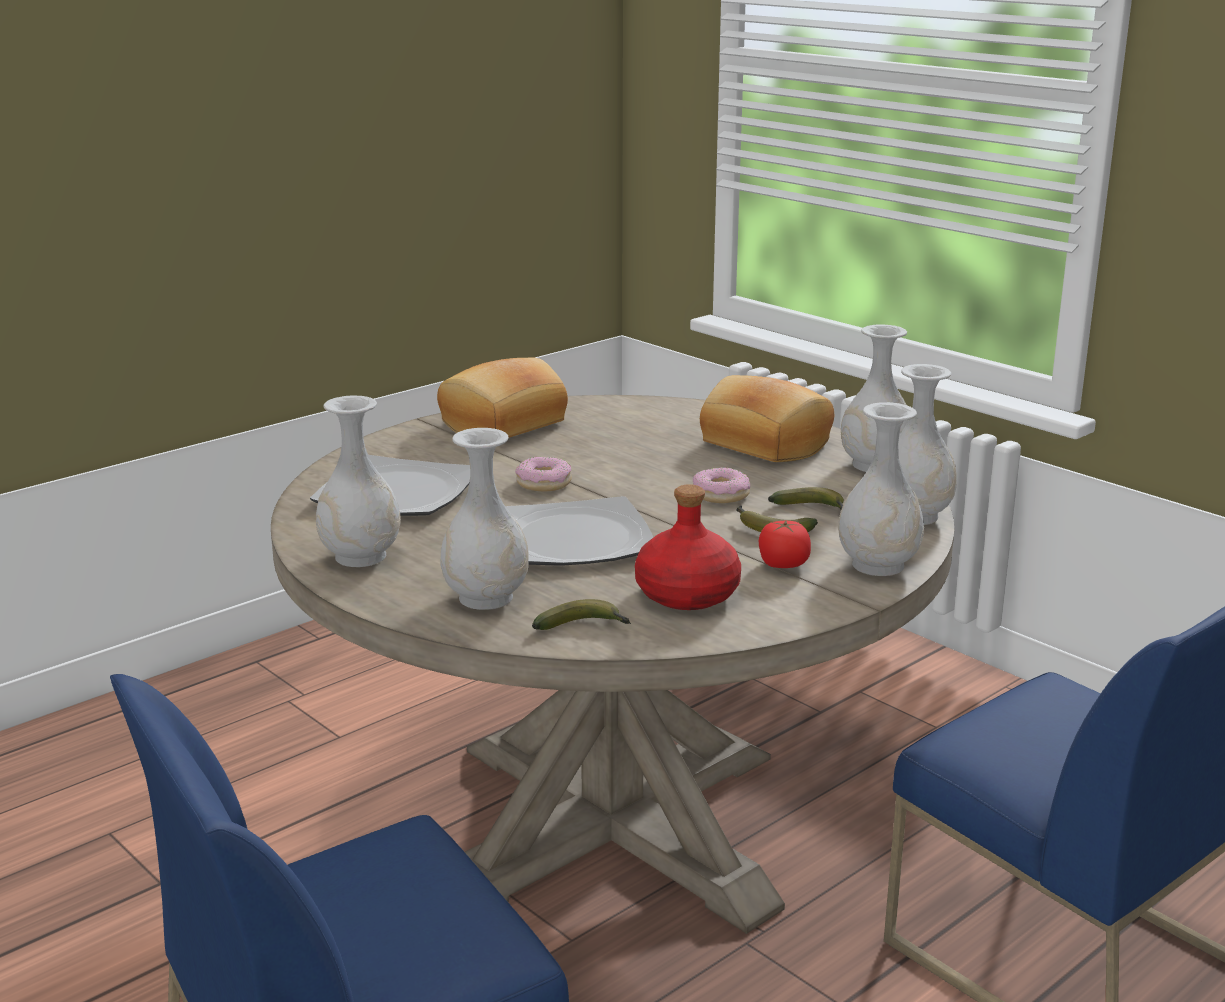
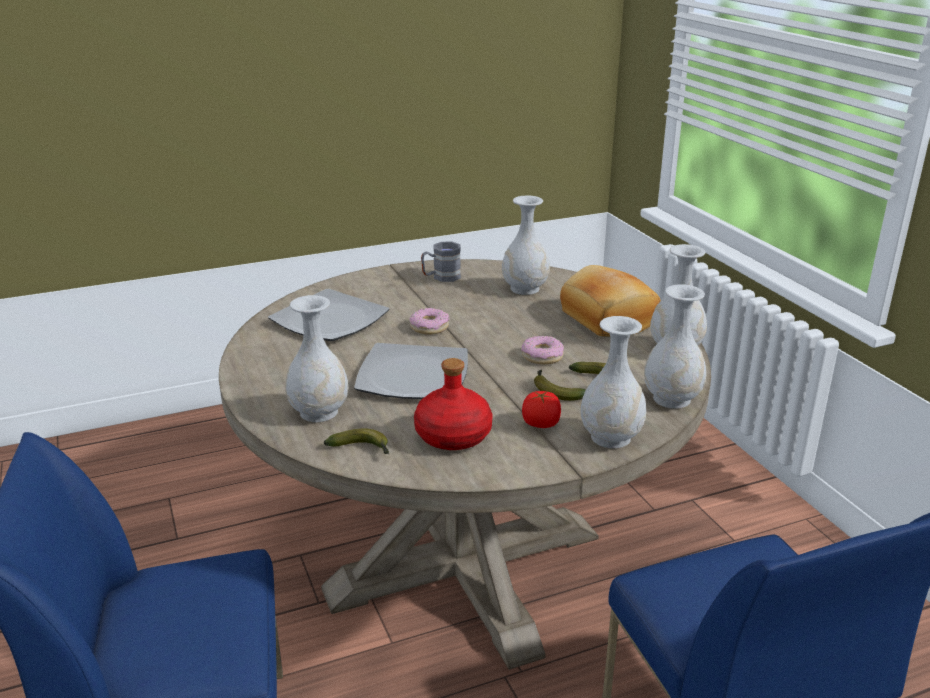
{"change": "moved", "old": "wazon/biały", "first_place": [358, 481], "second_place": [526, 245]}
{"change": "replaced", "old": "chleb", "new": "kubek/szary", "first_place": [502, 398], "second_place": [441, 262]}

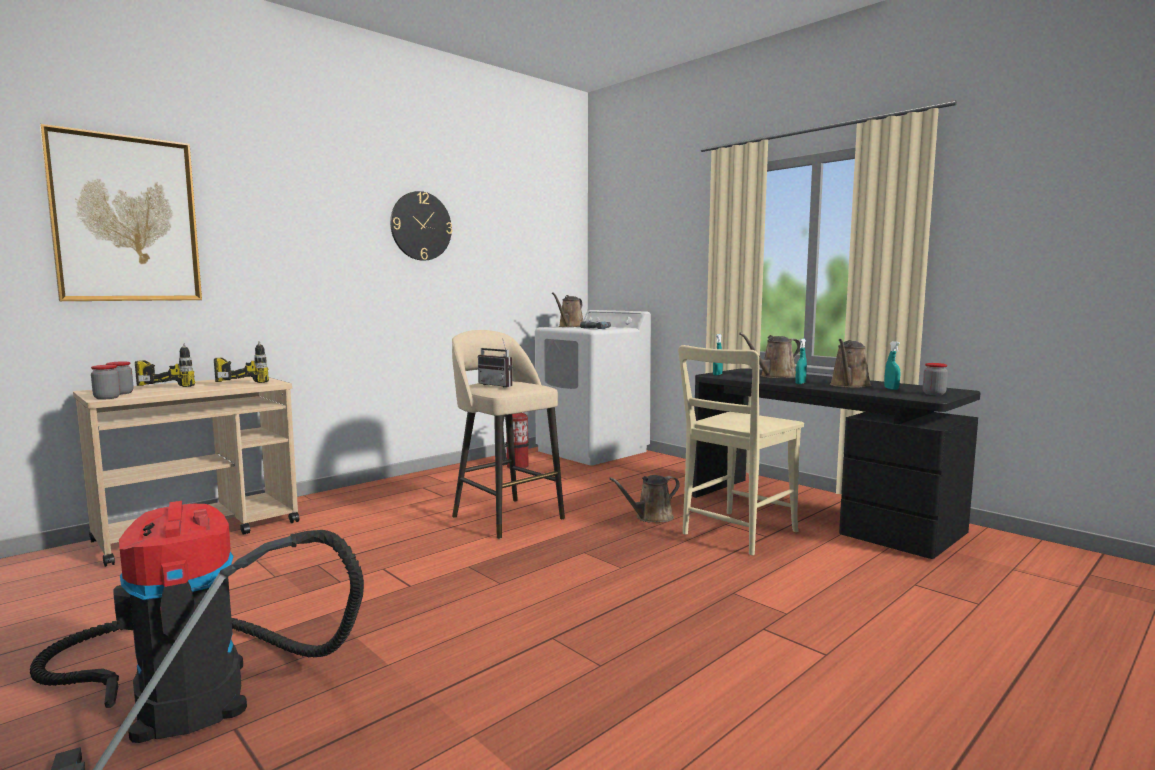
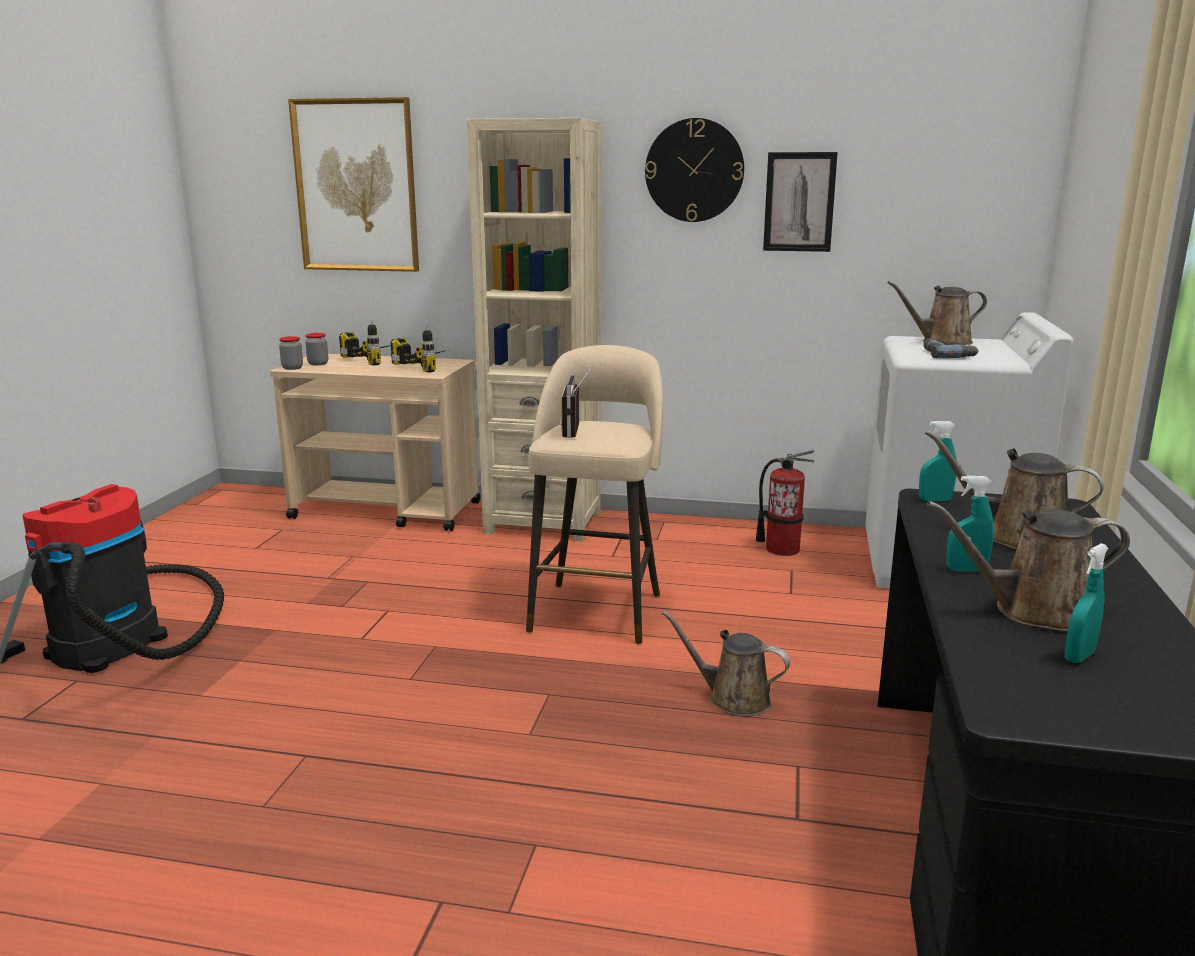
{"change": "removed", "old": "krzesło/beżowy", "first_place": [741, 450]}
{"change": "removed", "old": "słoik", "first_place": [935, 379]}
{"change": "added", "new": "regał/beżowy", "second_place": [534, 330]}
{"change": "added", "new": "obraz", "second_place": [800, 202]}

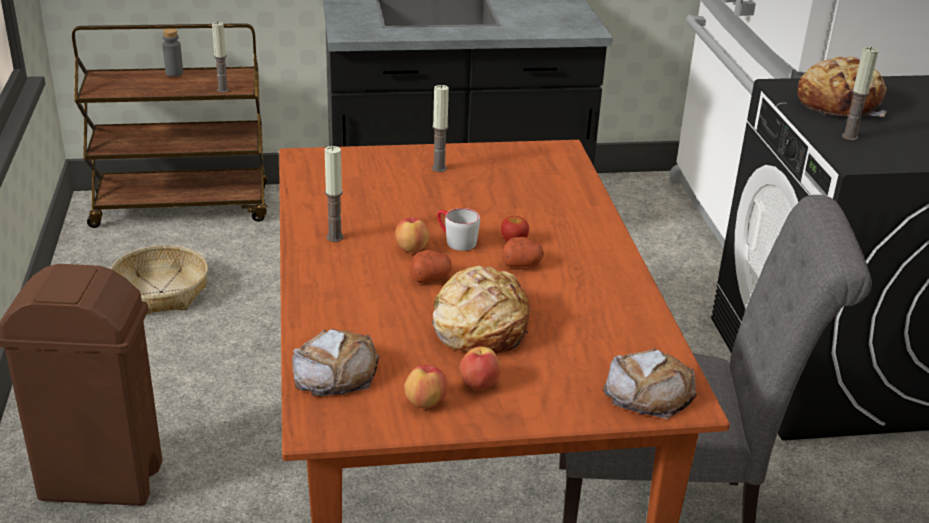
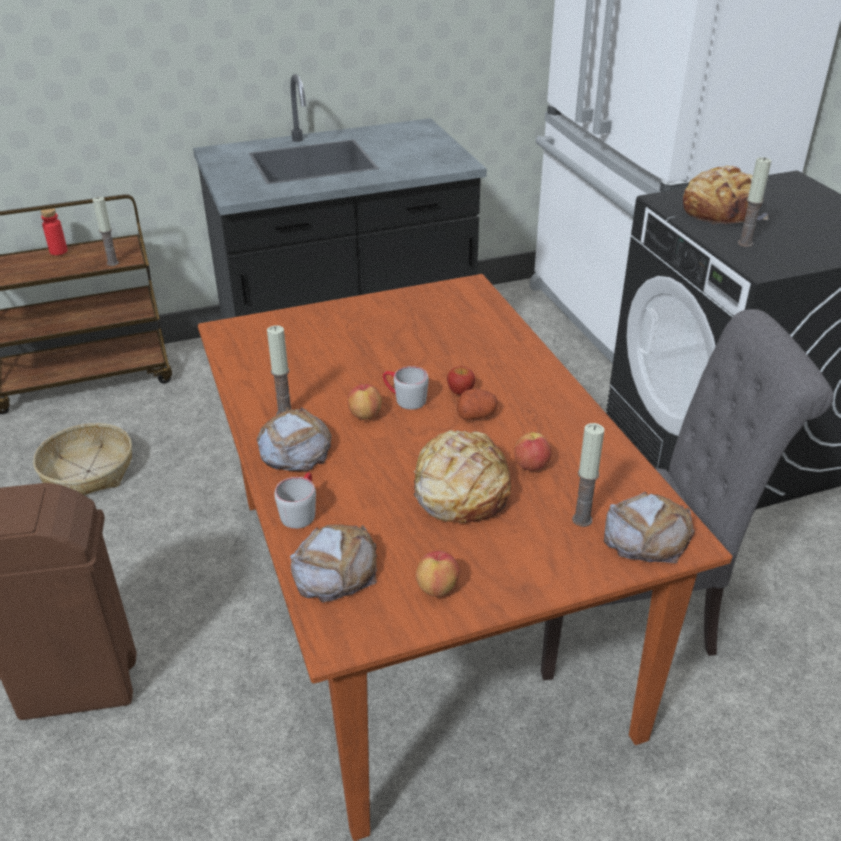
{"change": "recoloured", "old": "butelka/szary", "new": "butelka/czerwony", "first_place": [172, 52], "second_place": [54, 231]}
{"change": "removed", "old": "ziemniak", "first_place": [430, 266]}
{"change": "moved", "old": "świeca", "first_place": [440, 128], "second_place": [588, 475]}
{"change": "moved", "old": "jabłko", "first_place": [480, 367], "second_place": [533, 451]}
{"change": "added", "new": "chleb", "second_place": [294, 439]}
{"change": "added", "new": "kubek/szary", "second_place": [295, 500]}

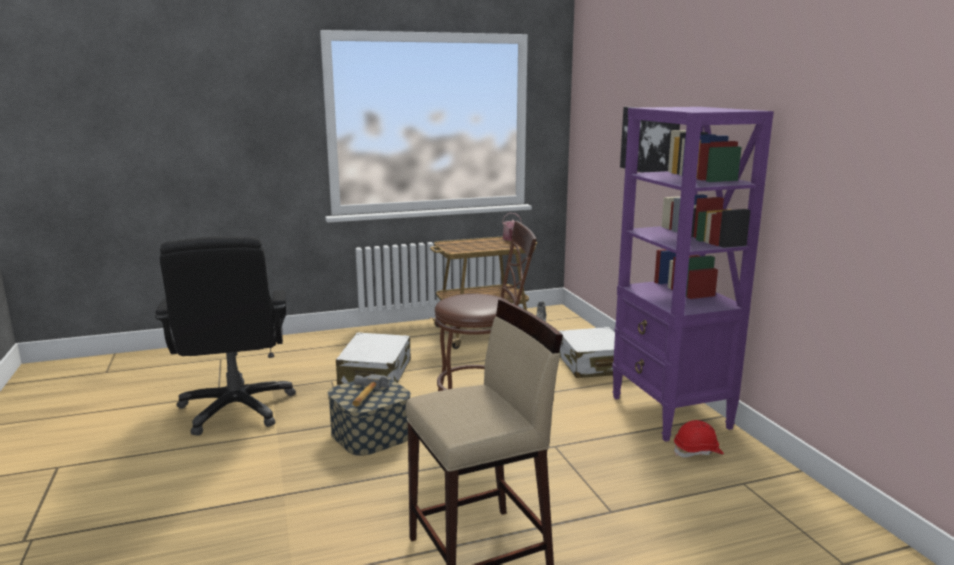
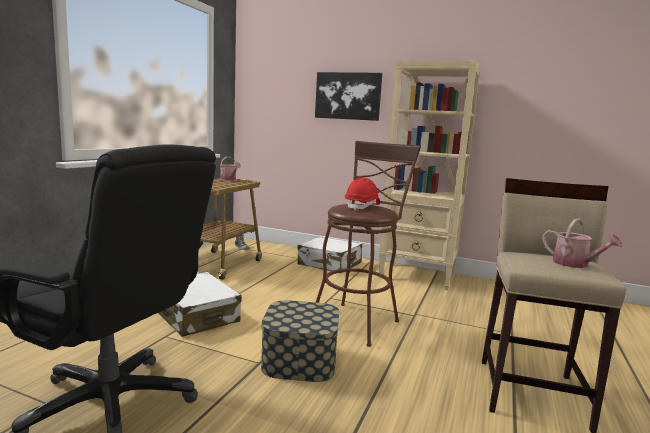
{"change": "removed", "old": "młotek", "first_place": [370, 390]}
{"change": "recoloured", "old": "regał/fioletowy", "new": "regał/beżowy", "first_place": [693, 274], "second_place": [429, 175]}
{"change": "moved", "old": "kask/czerwony", "first_place": [699, 439], "second_place": [362, 194]}
{"change": "added", "new": "konewka", "second_place": [582, 243]}

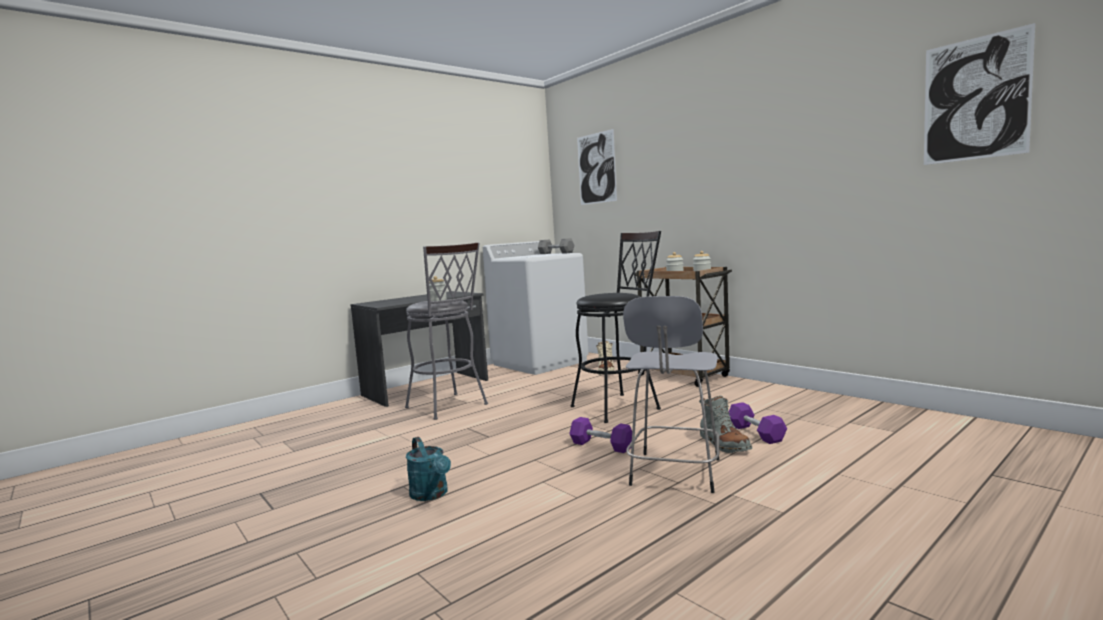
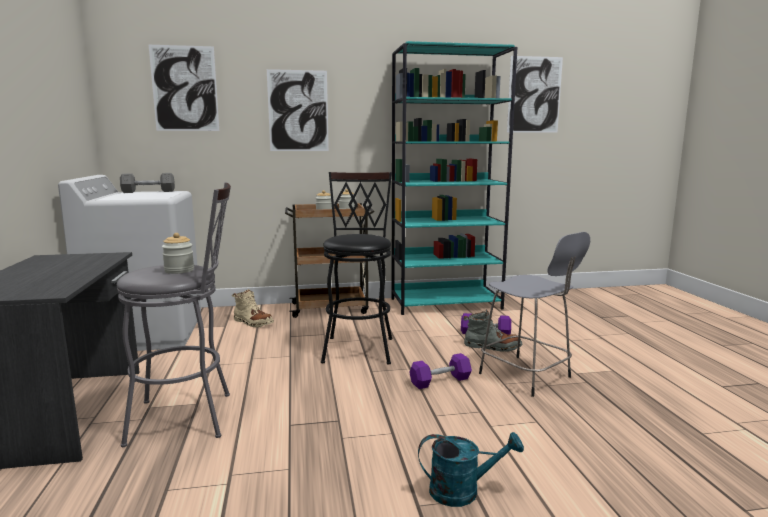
{"change": "added", "new": "obraz", "second_place": [298, 110]}
{"change": "added", "new": "regał/turkusowy", "second_place": [454, 178]}

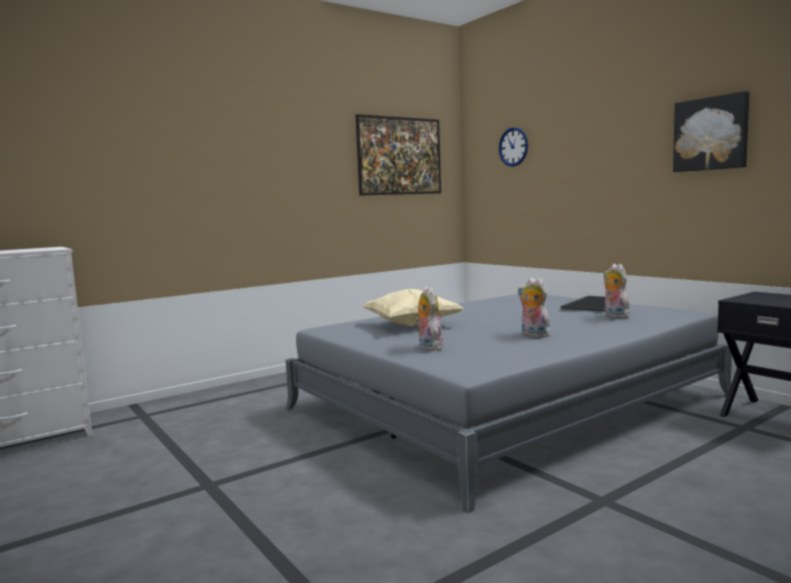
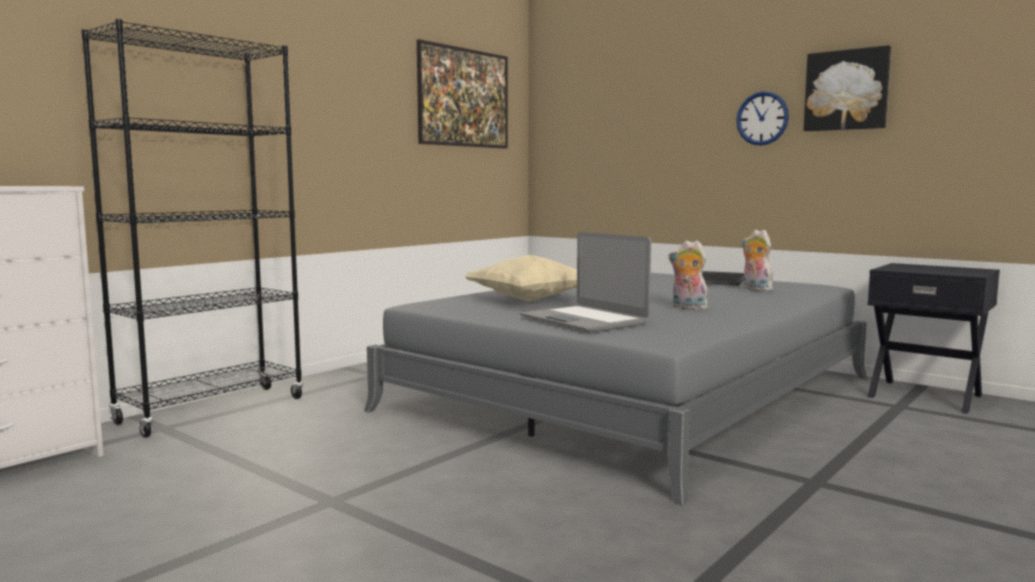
{"change": "replaced", "old": "pluszak", "new": "laptop", "first_place": [429, 318], "second_place": [585, 282]}
{"change": "moved", "old": "zegar ścienny", "first_place": [513, 146], "second_place": [762, 118]}
{"change": "added", "new": "regał/czarny", "second_place": [192, 228]}

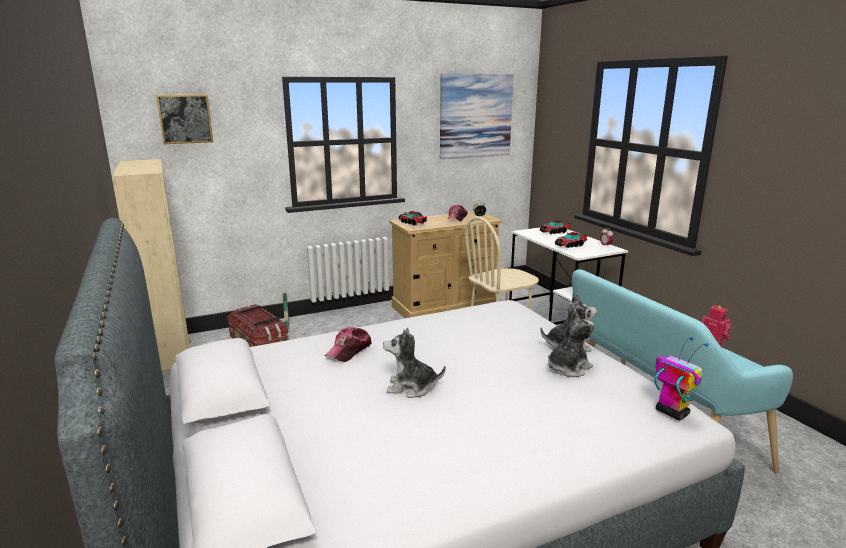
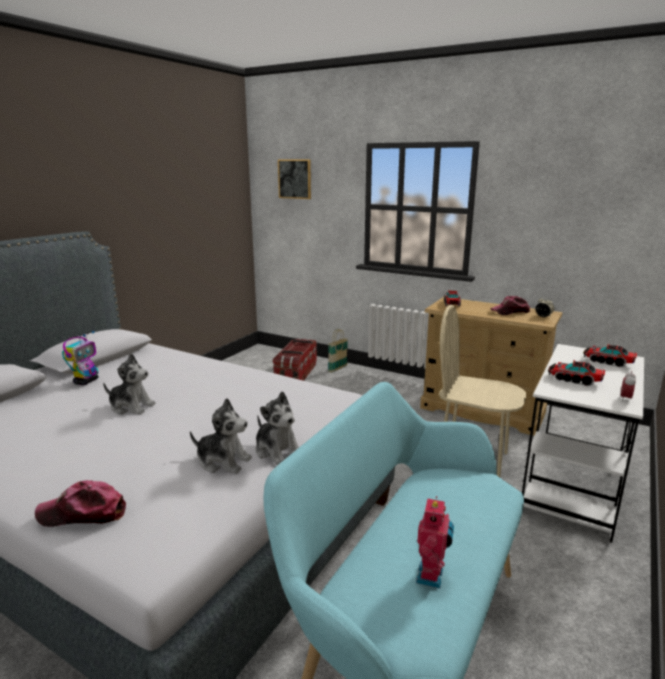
{"change": "removed", "old": "regał/beżowy", "first_place": [151, 265]}
{"change": "moved", "old": "czapka z daszkiem", "first_place": [348, 344], "second_place": [80, 503]}
{"change": "turned", "old": "pluszak", "first_place": [414, 362], "second_place": [129, 384], "degrees": 135}
{"change": "removed", "old": "obraz", "first_place": [477, 116]}
{"change": "moved", "old": "robot zabawkowy", "first_place": [681, 378], "second_place": [80, 358]}

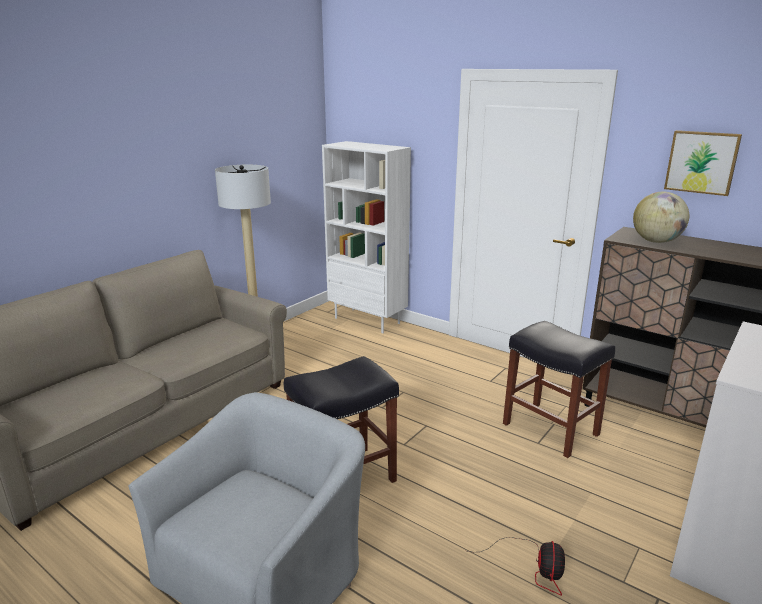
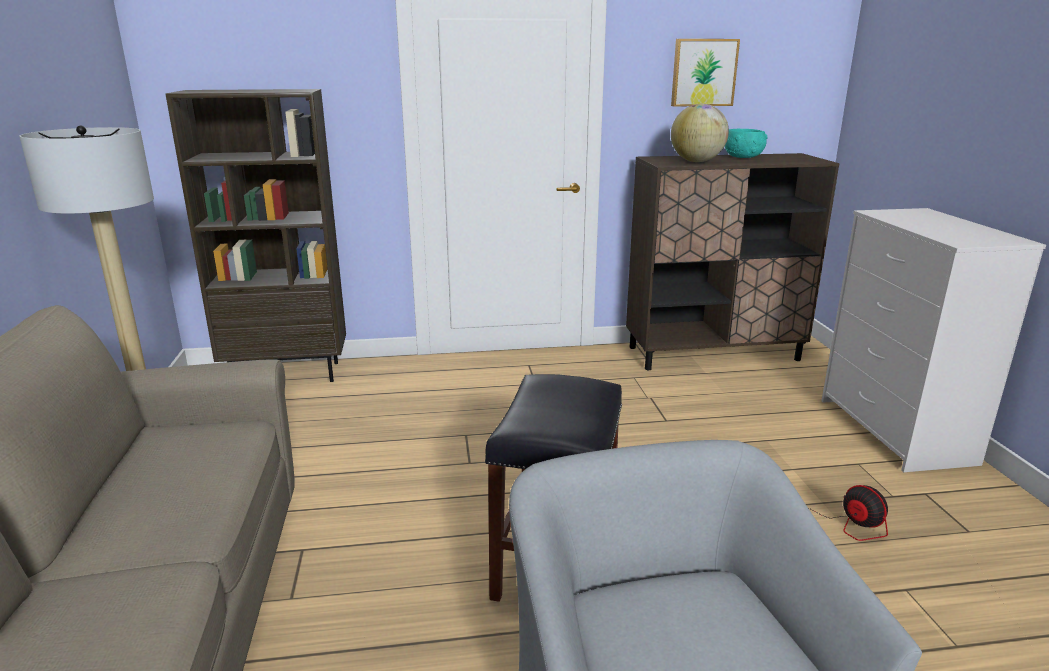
{"change": "recoloured", "old": "regał/biały", "new": "regał/brązowy", "first_place": [366, 237], "second_place": [255, 235]}
{"change": "removed", "old": "stołek/czarny", "first_place": [559, 389]}
{"change": "added", "new": "miska/turkusowy", "second_place": [746, 143]}

